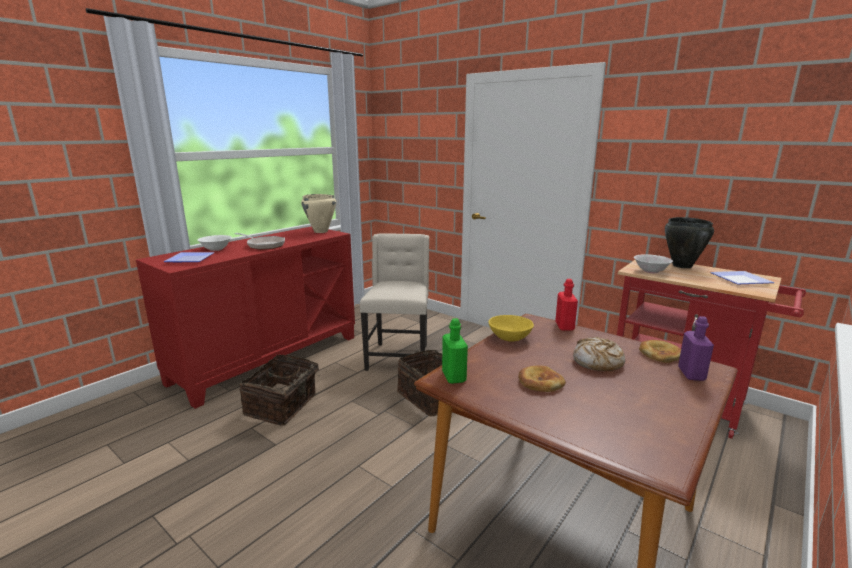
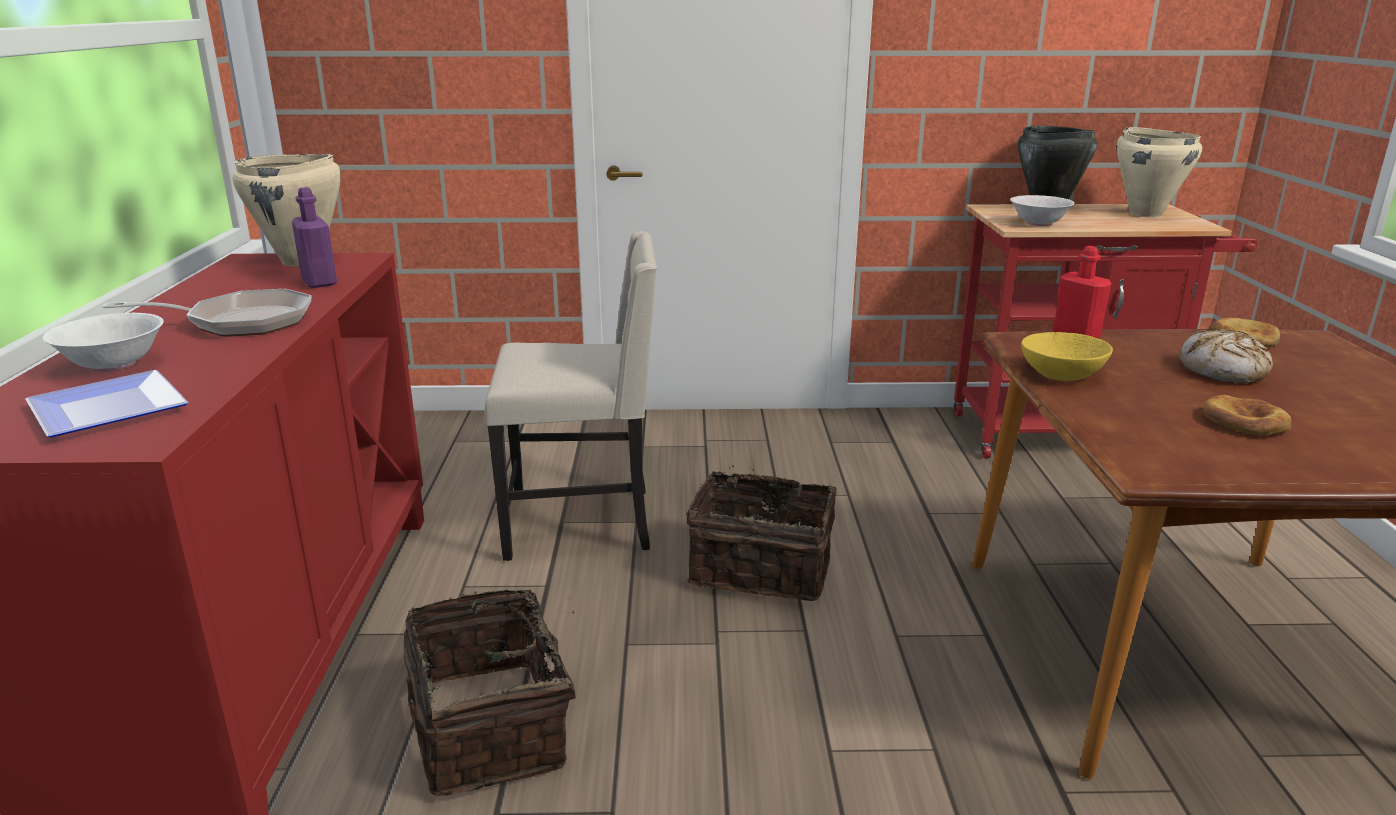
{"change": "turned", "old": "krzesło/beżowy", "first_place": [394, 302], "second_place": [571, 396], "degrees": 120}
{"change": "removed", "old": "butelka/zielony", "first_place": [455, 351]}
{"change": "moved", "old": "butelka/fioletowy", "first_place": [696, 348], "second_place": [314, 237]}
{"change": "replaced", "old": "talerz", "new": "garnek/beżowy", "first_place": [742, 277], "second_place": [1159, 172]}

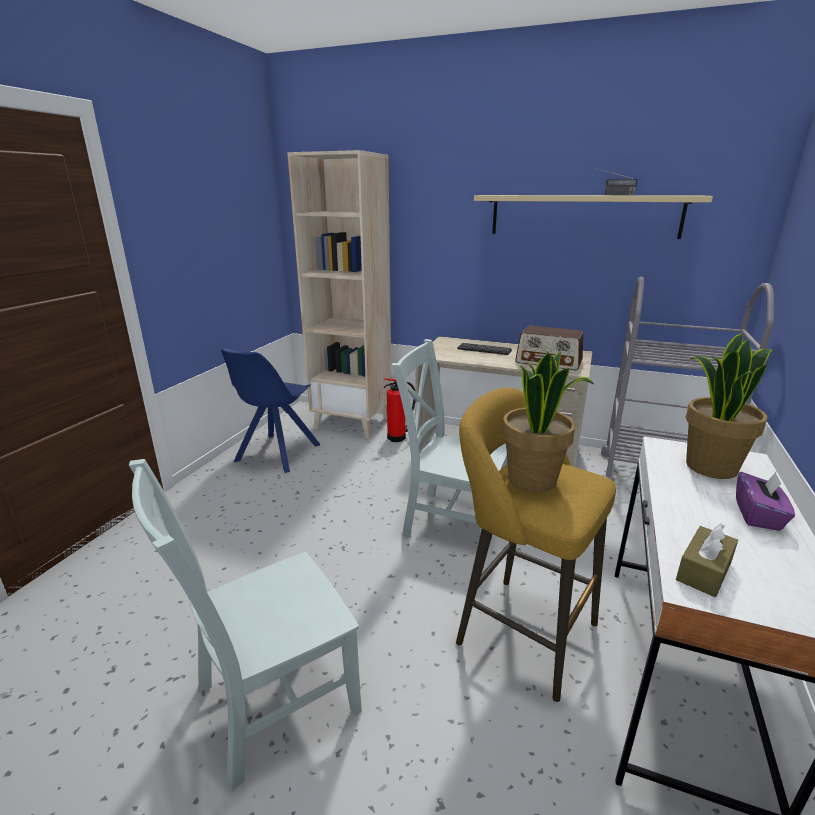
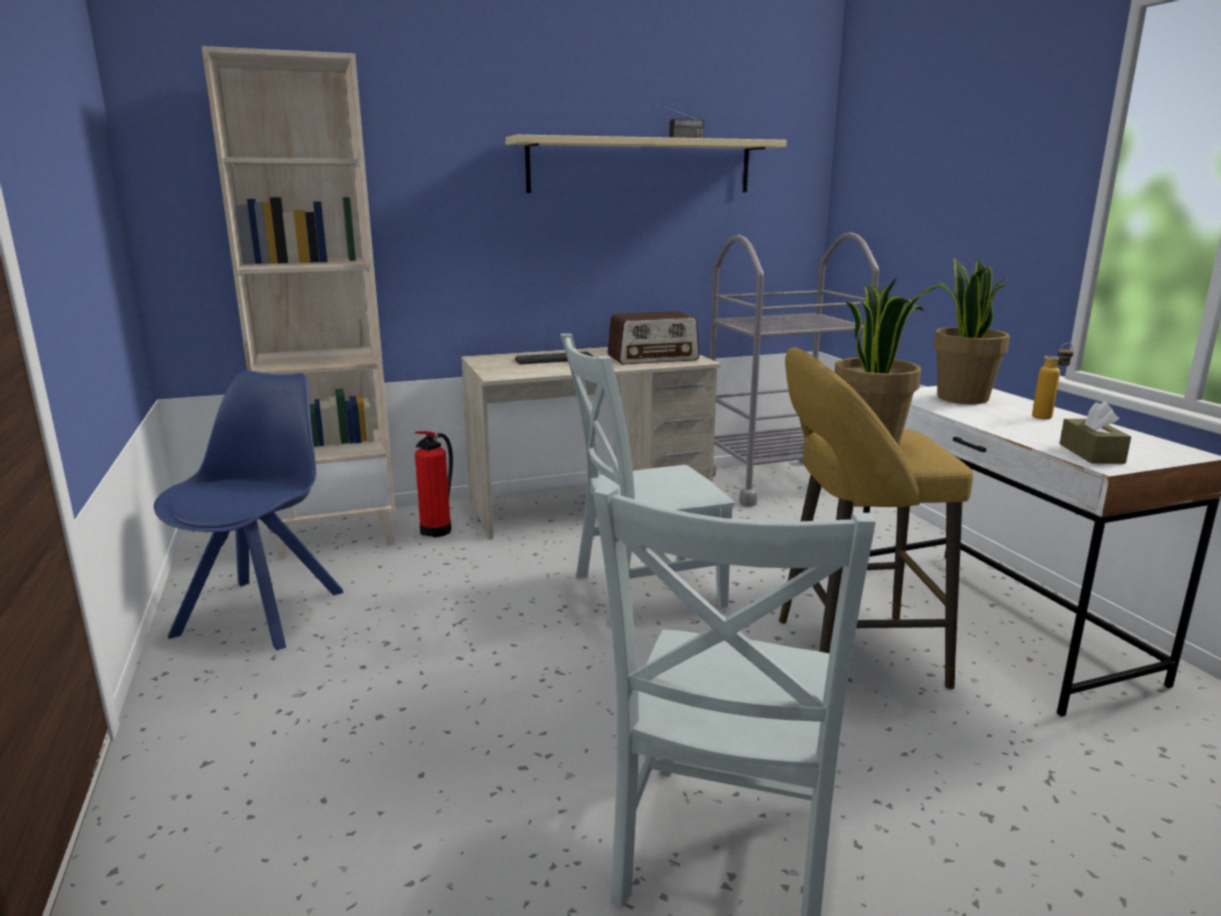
{"change": "turned", "old": "krzesło/niebieski", "first_place": [270, 410], "second_place": [249, 511], "degrees": -150}
{"change": "replaced", "old": "pudełko chusteczek/fioletowy", "new": "butelka", "first_place": [765, 501], "second_place": [1053, 380]}

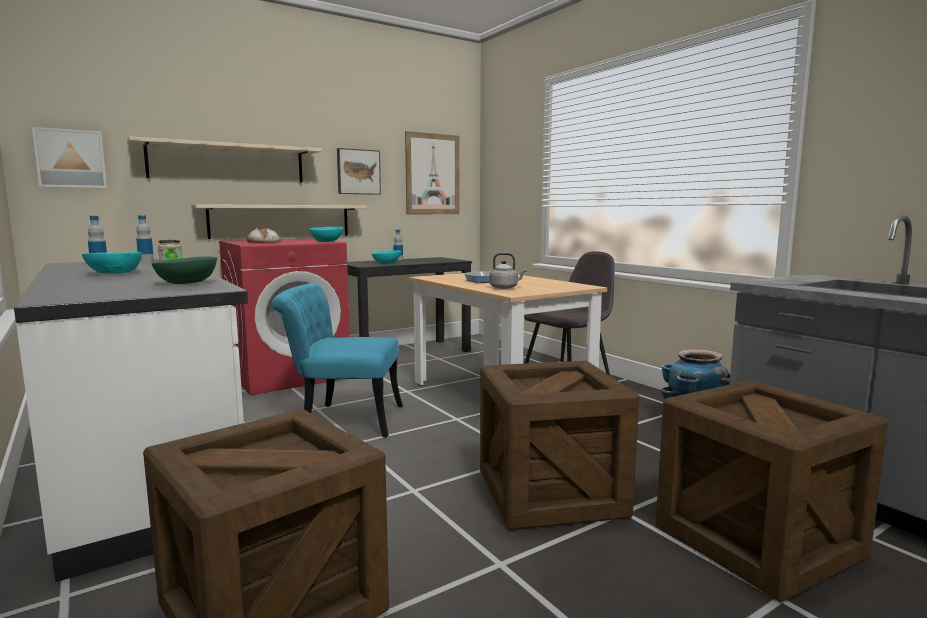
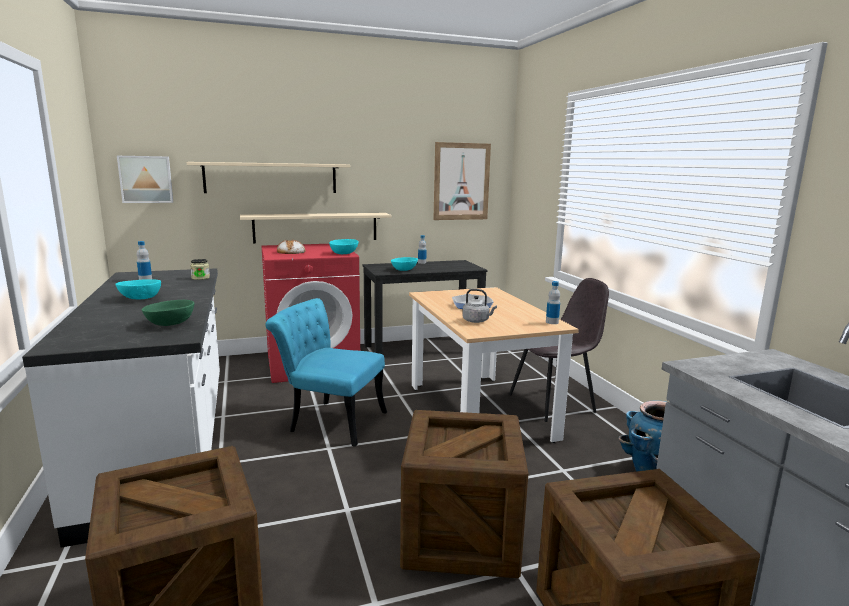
{"change": "moved", "old": "butelka", "first_place": [145, 238], "second_place": [553, 302]}
{"change": "removed", "old": "obraz", "first_place": [359, 171]}

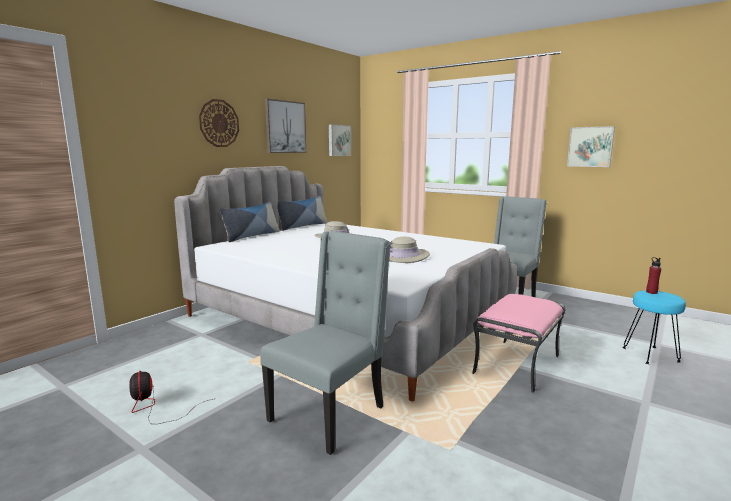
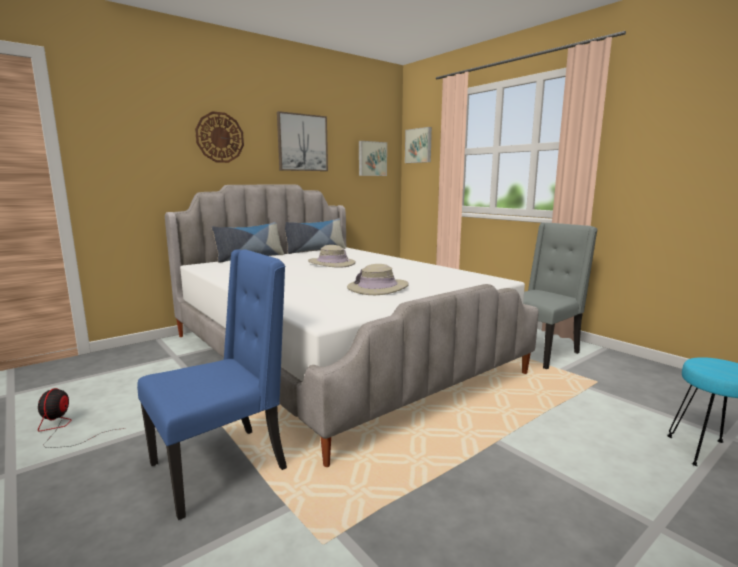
{"change": "recoloured", "old": "krzesło/szary", "new": "krzesło/niebieski", "first_place": [325, 343], "second_place": [212, 384]}
{"change": "removed", "old": "pufa/różowy", "first_place": [519, 343]}
{"change": "moved", "old": "obraz", "first_place": [591, 146], "second_place": [418, 145]}
{"change": "removed", "old": "butelka/czerwony", "first_place": [653, 275]}

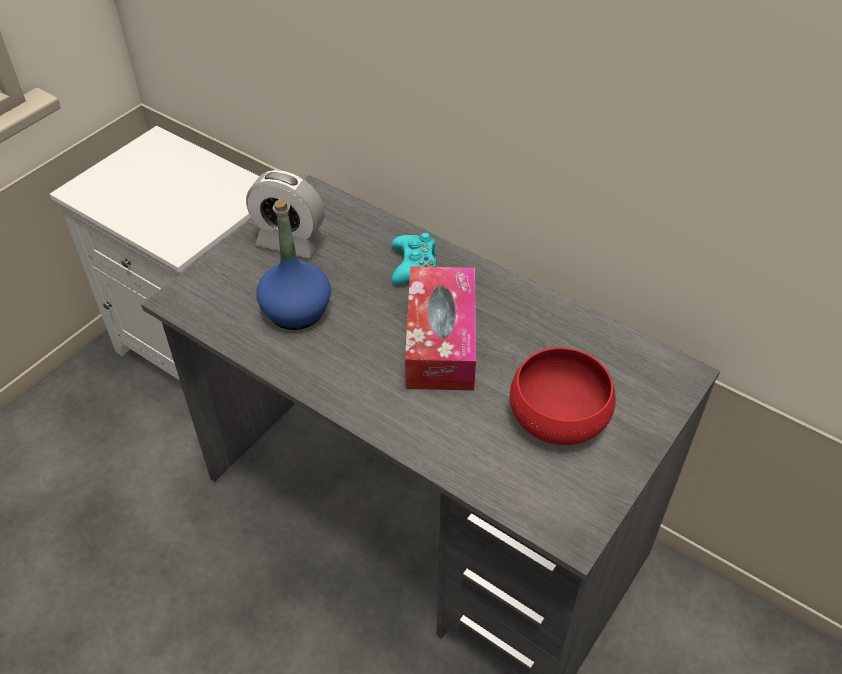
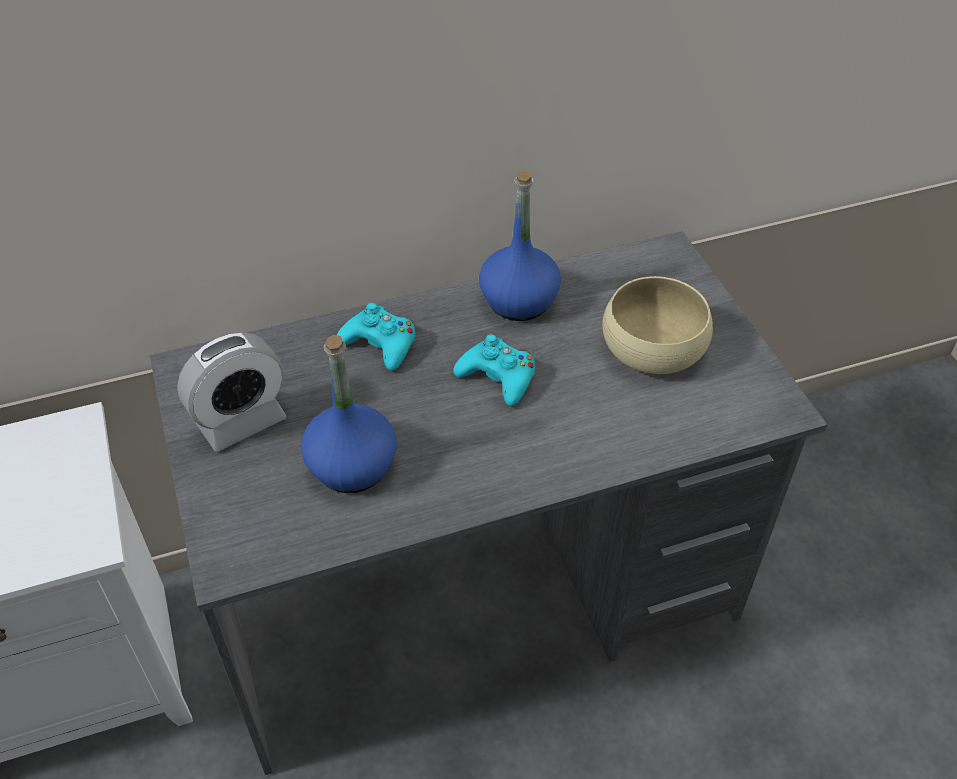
{"change": "replaced", "old": "pudełko chusteczek", "new": "pad do gier/turkusowy", "first_place": [440, 328], "second_place": [494, 370]}
{"change": "recoloured", "old": "miska/czerwony", "new": "miska/beżowy", "first_place": [563, 396], "second_place": [657, 325]}
{"change": "added", "new": "butelka/niebieski", "second_place": [520, 245]}

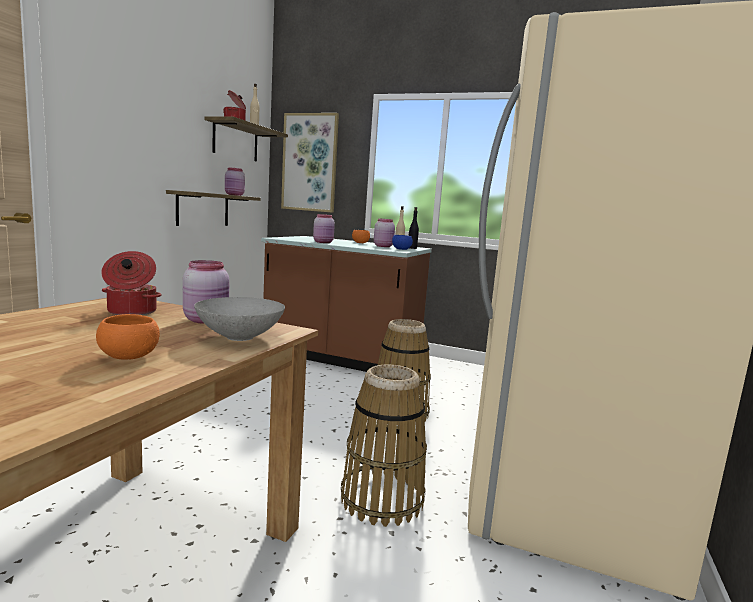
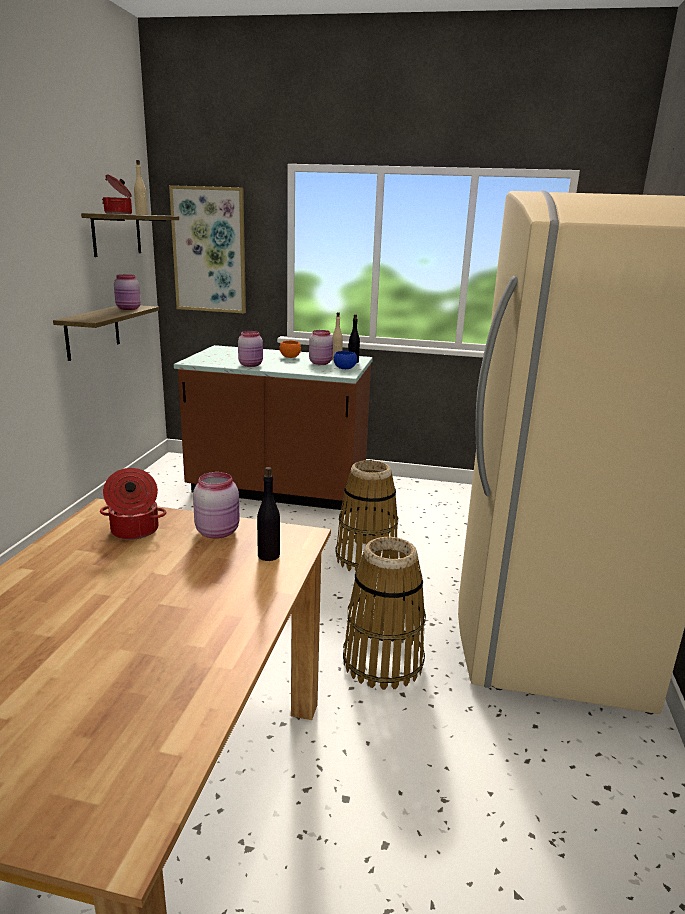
{"change": "removed", "old": "miska/pomarańczowy", "first_place": [128, 337]}
{"change": "replaced", "old": "miska/szary", "new": "butelka/czarny", "first_place": [239, 319], "second_place": [268, 514]}

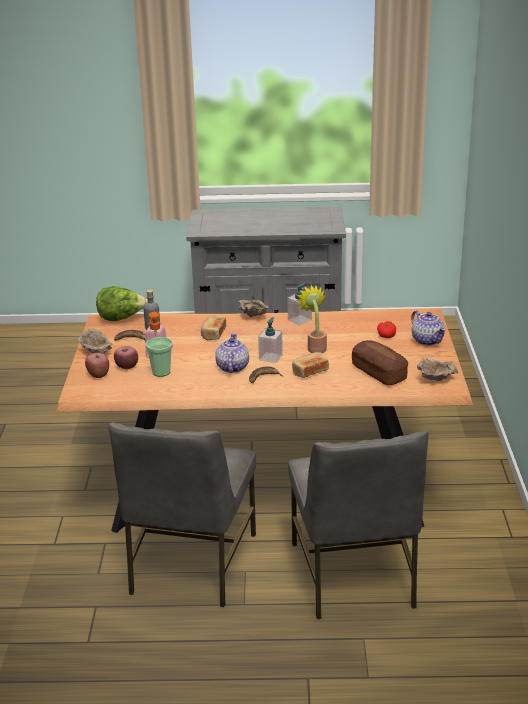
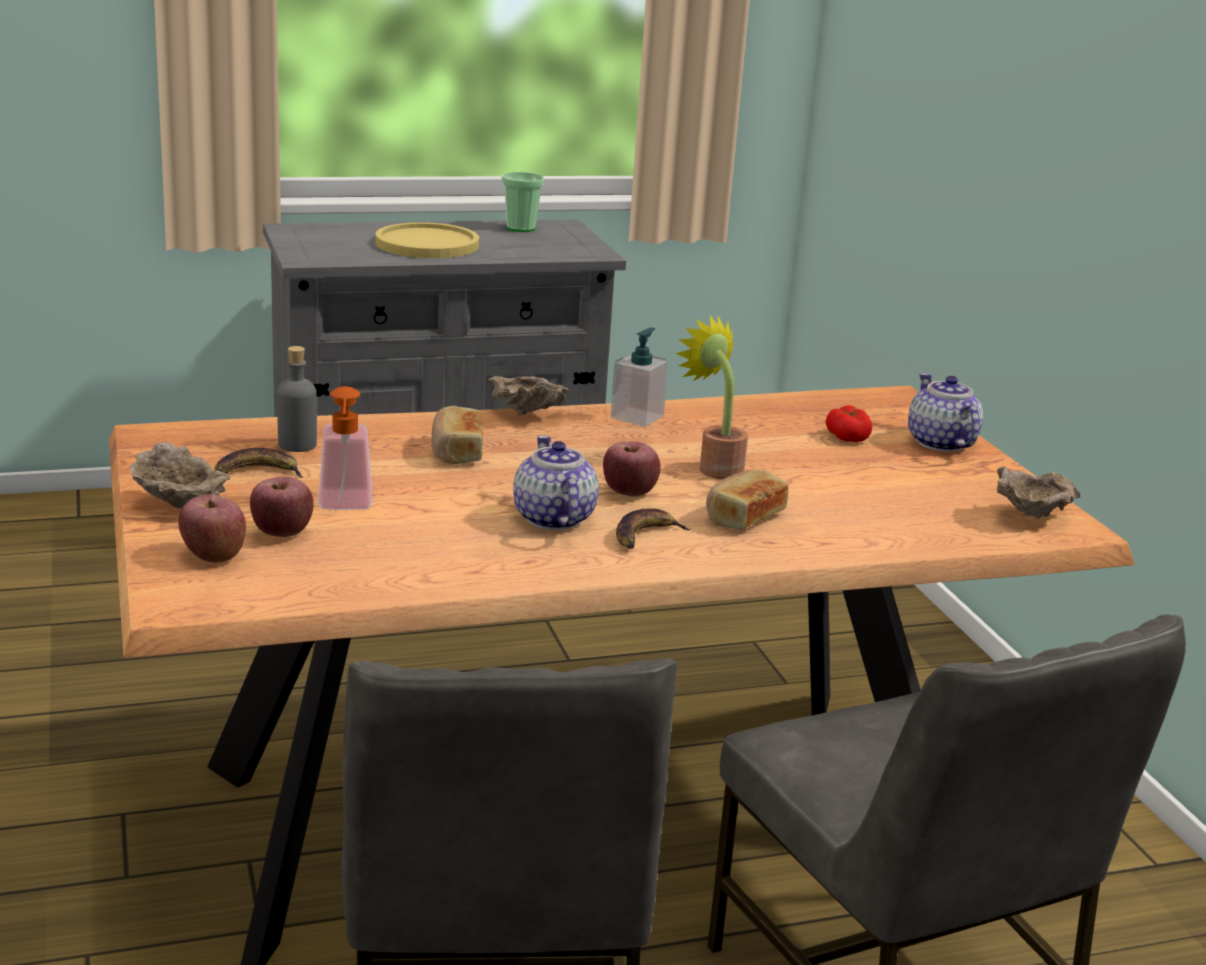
{"change": "removed", "old": "sałata", "first_place": [122, 303]}
{"change": "moved", "old": "filiżanka", "first_place": [159, 357], "second_place": [523, 202]}
{"change": "replaced", "old": "dozownik mydła", "new": "jabłko", "first_place": [270, 340], "second_place": [632, 469]}
{"change": "removed", "old": "chleb", "first_place": [380, 362]}
{"change": "turned", "old": "imbryk", "first_place": [428, 328], "second_place": [945, 412], "degrees": -150}
{"change": "added", "new": "talerz/żółty", "second_place": [427, 240]}

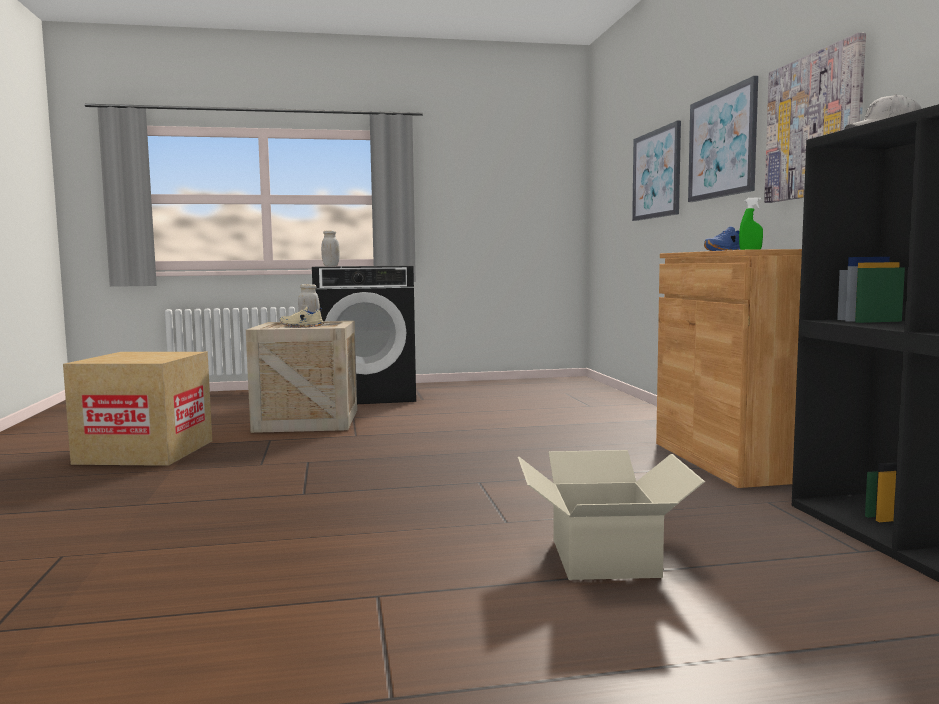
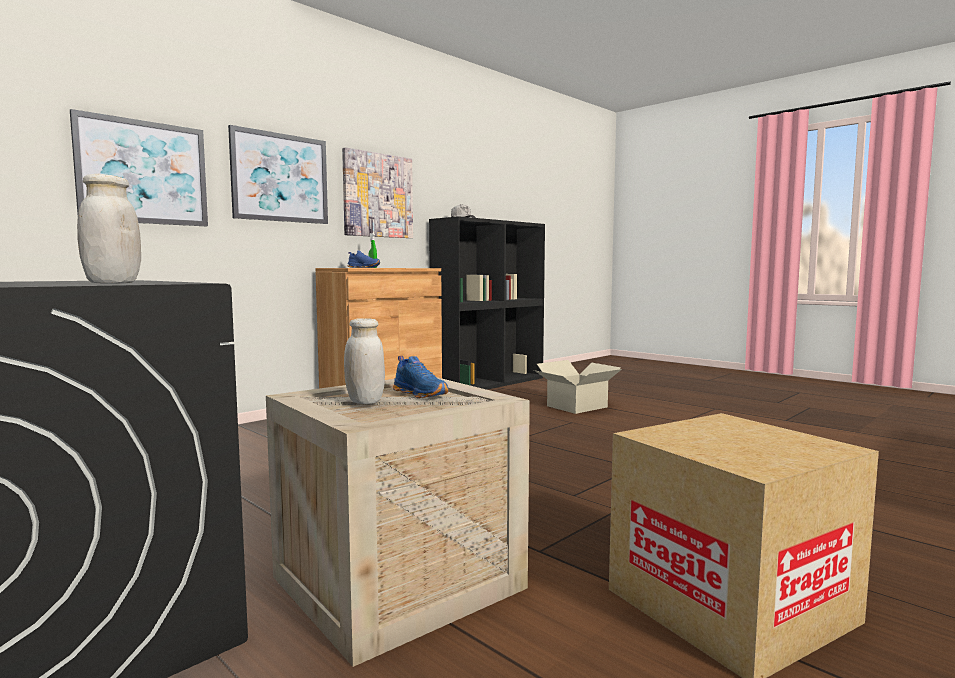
{"change": "recoloured", "old": "but/beżowy", "new": "but/niebieski", "first_place": [302, 317], "second_place": [421, 377]}

